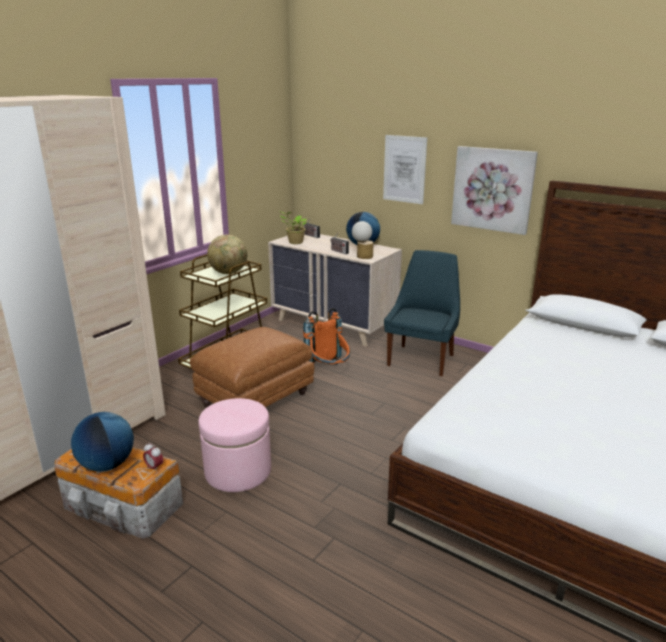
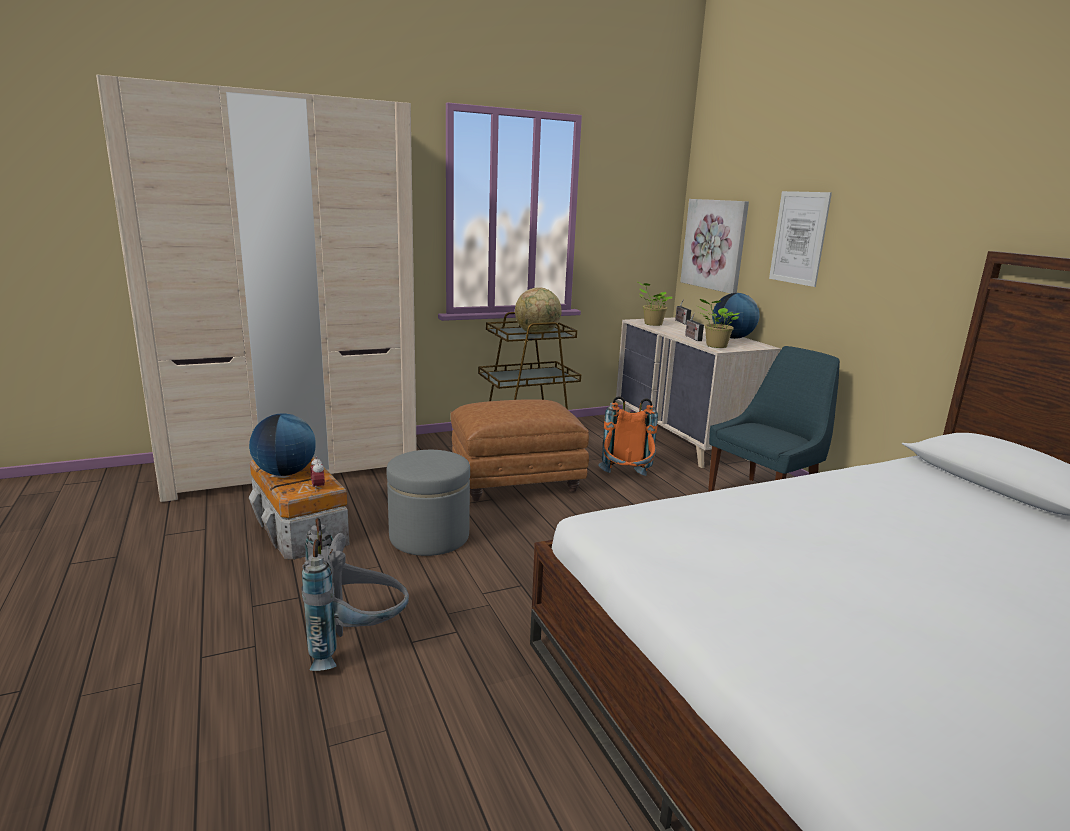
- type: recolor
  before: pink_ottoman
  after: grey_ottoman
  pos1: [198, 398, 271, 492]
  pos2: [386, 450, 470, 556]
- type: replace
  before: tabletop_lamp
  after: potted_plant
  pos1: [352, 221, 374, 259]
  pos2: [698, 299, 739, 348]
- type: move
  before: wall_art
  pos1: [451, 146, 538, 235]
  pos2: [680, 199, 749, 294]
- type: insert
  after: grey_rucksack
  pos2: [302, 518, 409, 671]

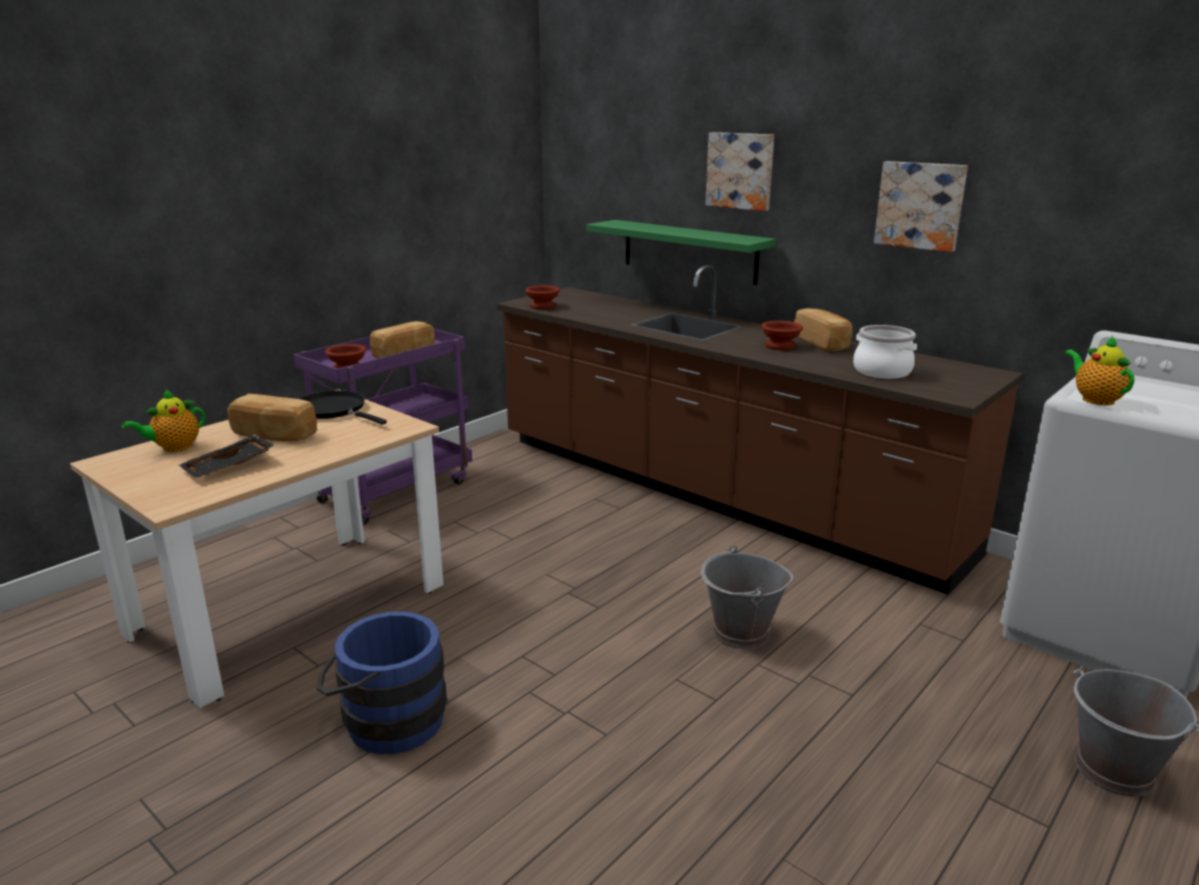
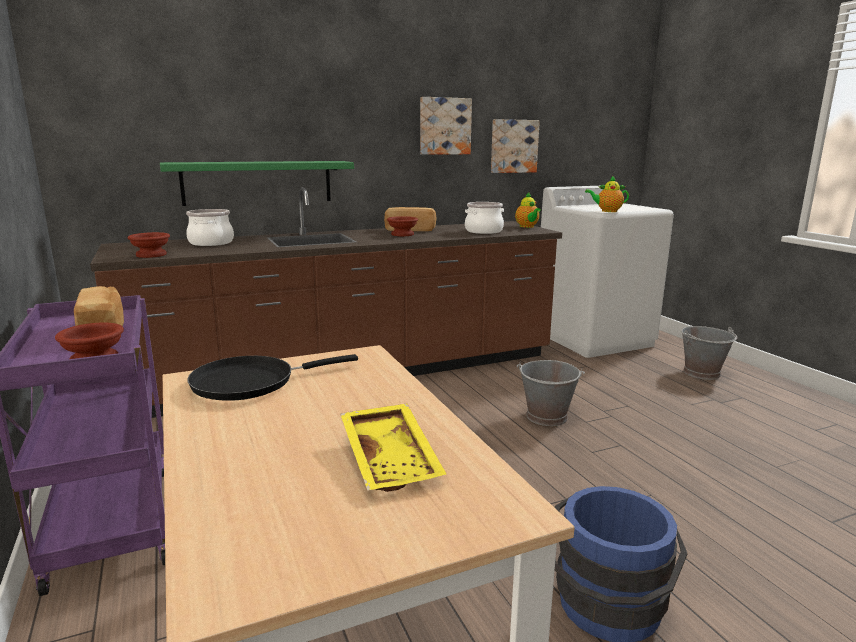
- type: move
  before: tea_pot
  pos1: [122, 389, 205, 452]
  pos2: [515, 192, 541, 228]
- type: recolor
  before: blackish_tray
  after: yellow-coloured_tray
  pos1: [179, 435, 274, 478]
  pos2: [340, 404, 446, 492]
- type: delete
  before: bakery_bread
  pos1: [227, 394, 317, 442]
- type: move
  before: wall_art
  pos1: [705, 132, 774, 211]
  pos2: [491, 119, 540, 173]
- type: insert
  after: stockpot
  pos2: [186, 209, 234, 246]

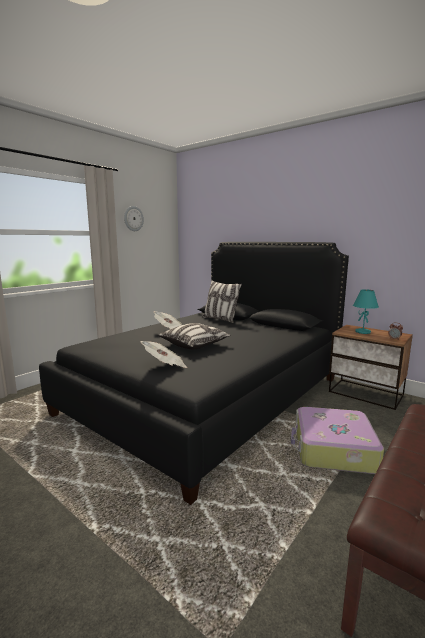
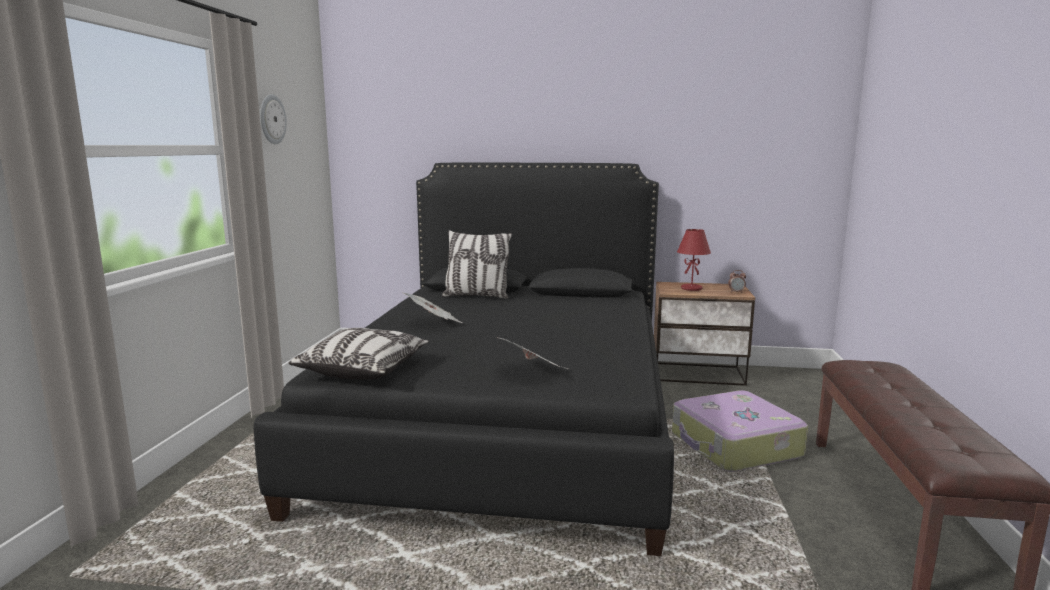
- type: move
  before: cushion
  pos1: [158, 323, 231, 349]
  pos2: [289, 328, 429, 379]
- type: recolor
  before: turquoise_tabletop_lamp
  after: red_tabletop_lamp
  pos1: [353, 289, 379, 334]
  pos2: [677, 229, 711, 291]

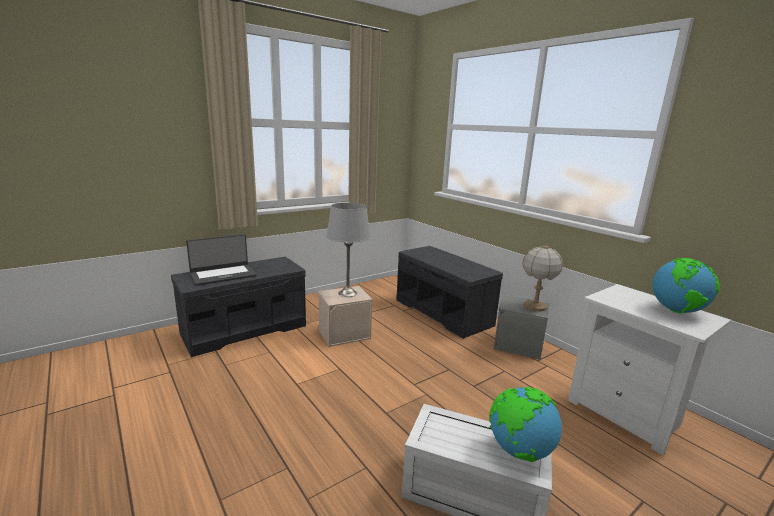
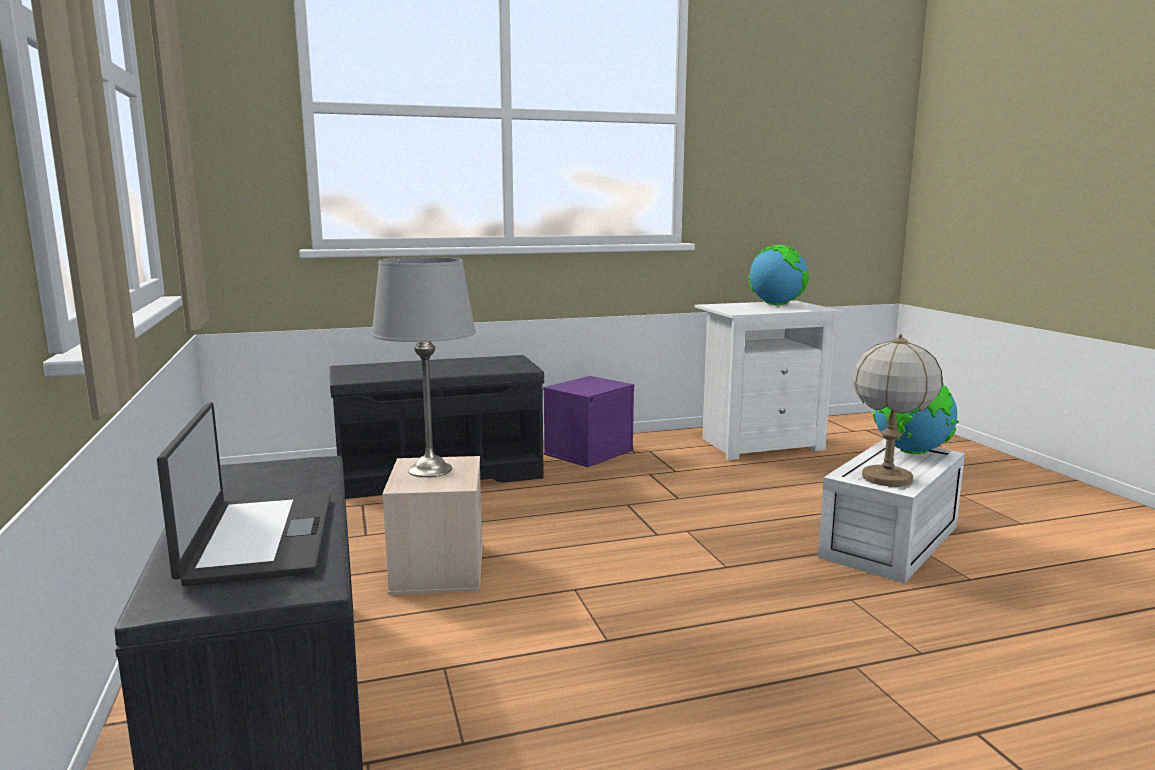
- type: recolor
  before: grey_storage_box
  after: purple-coloured_storage_box
  pos1: [493, 295, 549, 360]
  pos2: [543, 376, 634, 467]
- type: move
  before: tabletop_lamp
  pos1: [522, 244, 563, 311]
  pos2: [852, 334, 943, 487]

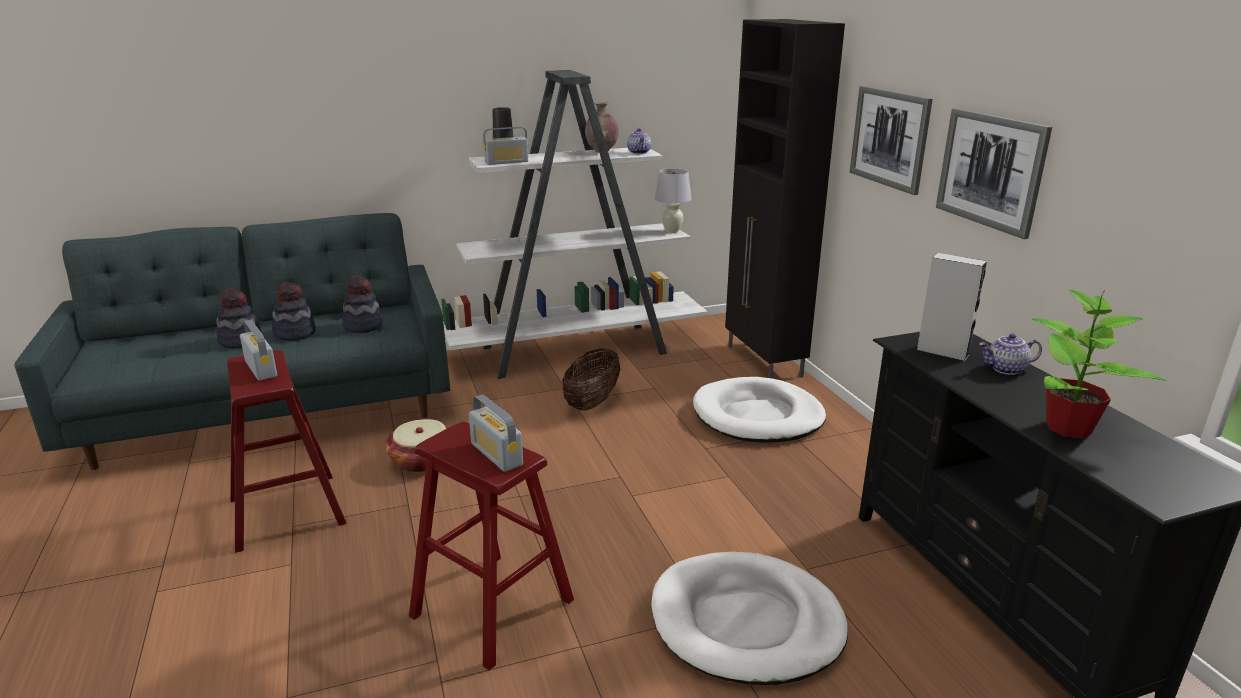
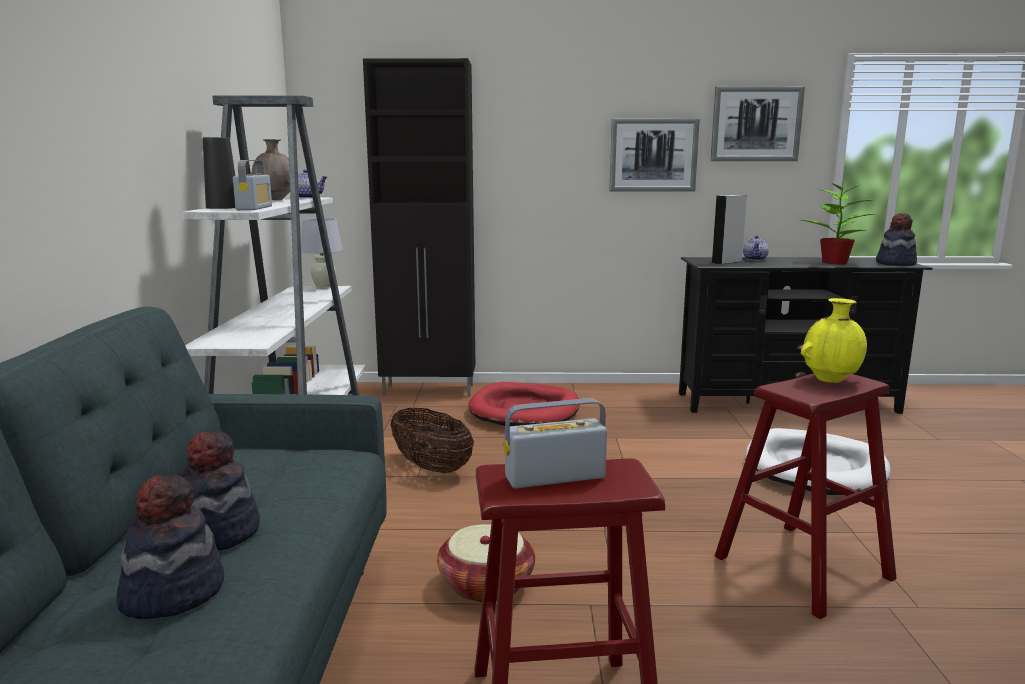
- type: move
  before: hat
  pos1: [343, 276, 383, 333]
  pos2: [876, 213, 917, 266]
- type: replace
  before: radio_receiver
  after: yellow-coloured_flower_vase
  pos1: [469, 394, 523, 472]
  pos2: [801, 298, 867, 383]
- type: recolor
  before: white_dog_bed
  after: red_dog_bed
  pos1: [693, 377, 826, 443]
  pos2: [469, 382, 580, 426]
- type: move
  before: wall_art
  pos1: [850, 86, 932, 195]
  pos2: [710, 86, 805, 161]

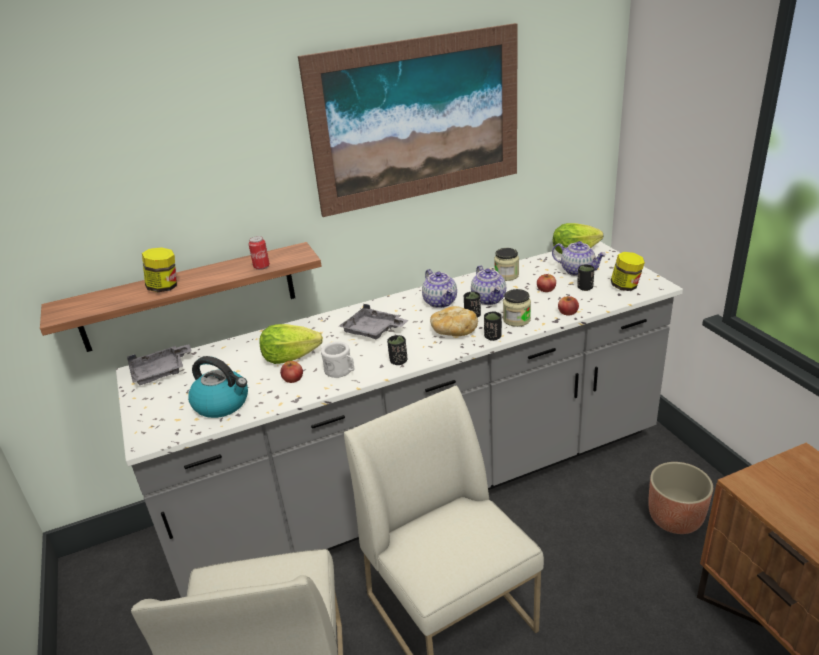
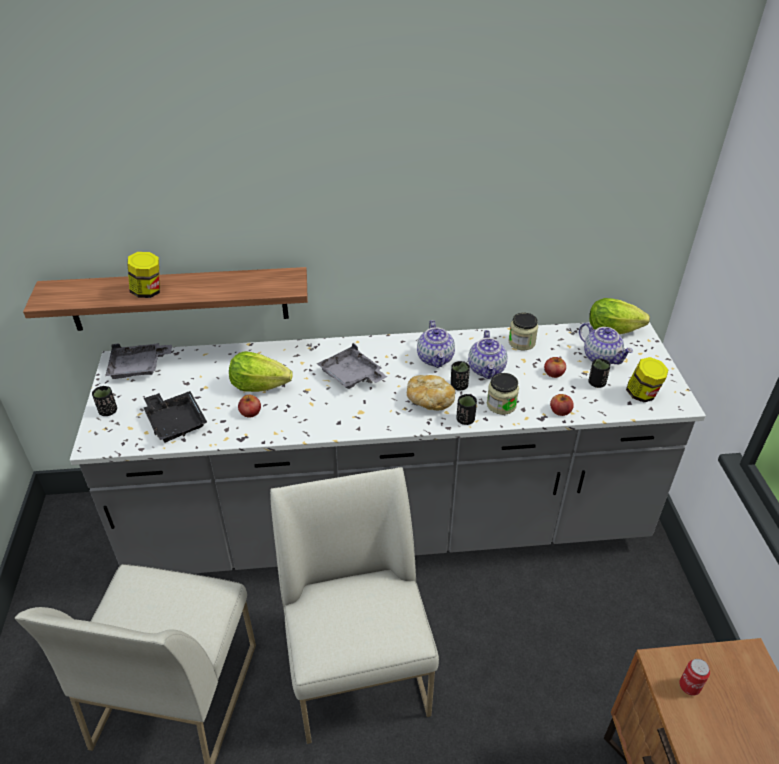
- type: replace
  before: water_kettle
  after: blackish_tray
  pos1: [188, 356, 248, 418]
  pos2: [144, 391, 207, 442]
- type: move
  before: can
  pos1: [249, 236, 270, 270]
  pos2: [679, 659, 710, 695]
- type: delete
  before: wall_art
  pos1: [298, 23, 518, 217]
- type: delete
  before: white_coffee_mug
  pos1: [321, 341, 354, 378]
- type: move
  before: blackish_cup
  pos1: [387, 335, 407, 365]
  pos2: [92, 386, 117, 416]
- type: delete
  before: planter
  pos1: [648, 462, 713, 534]

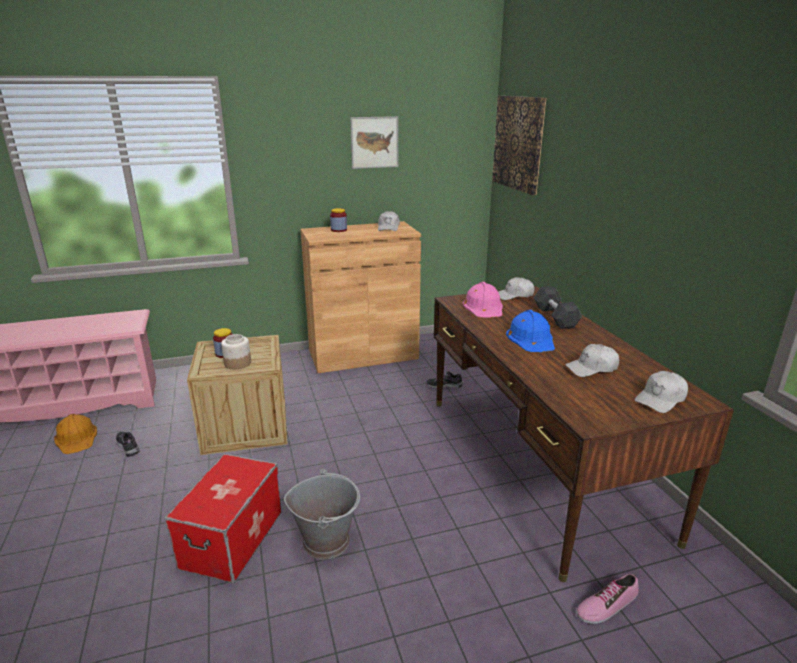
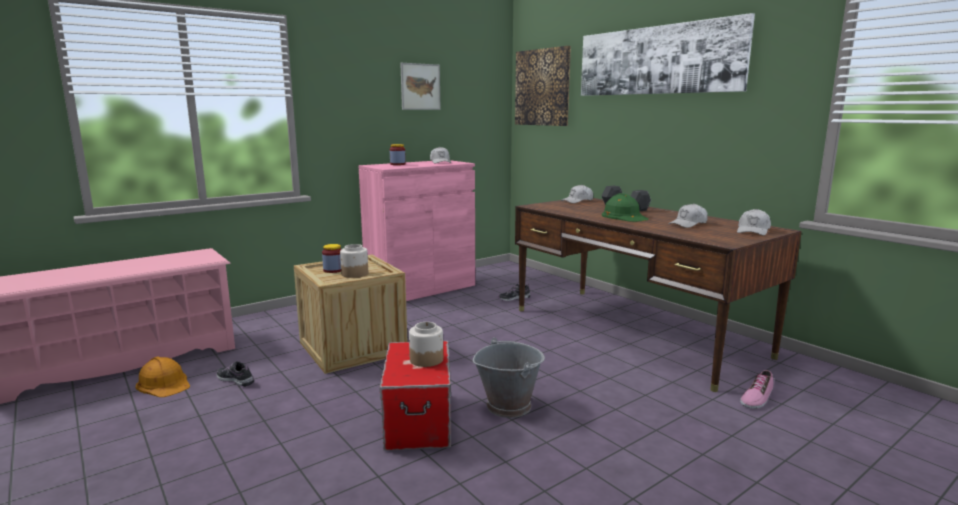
- type: recolor
  before: brown-coloured_cupboard
  after: pink_cupboard
  pos1: [300, 221, 421, 373]
  pos2: [358, 160, 475, 301]
- type: delete
  before: pink_hard_hat
  pos1: [463, 282, 503, 318]
- type: recolor
  before: blue_hard_hat
  after: green-coloured_hard_hat
  pos1: [506, 310, 555, 352]
  pos2: [602, 193, 649, 222]
- type: insert
  after: preserve_jar
  pos2: [409, 322, 443, 367]
- type: insert
  after: wall_art
  pos2: [581, 13, 755, 96]

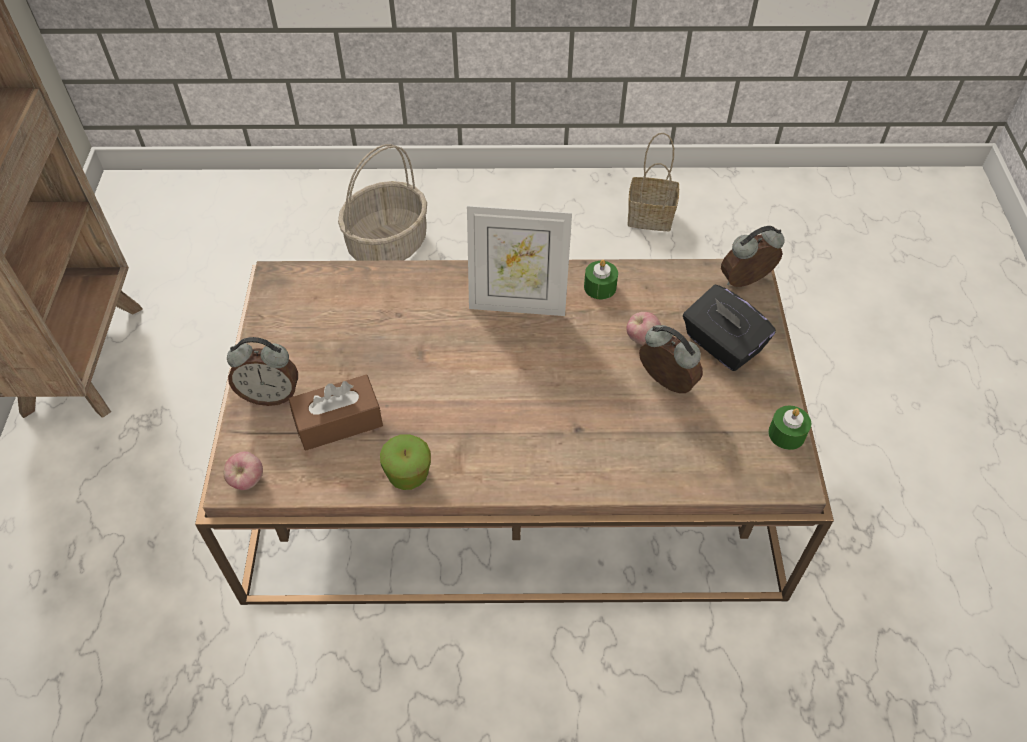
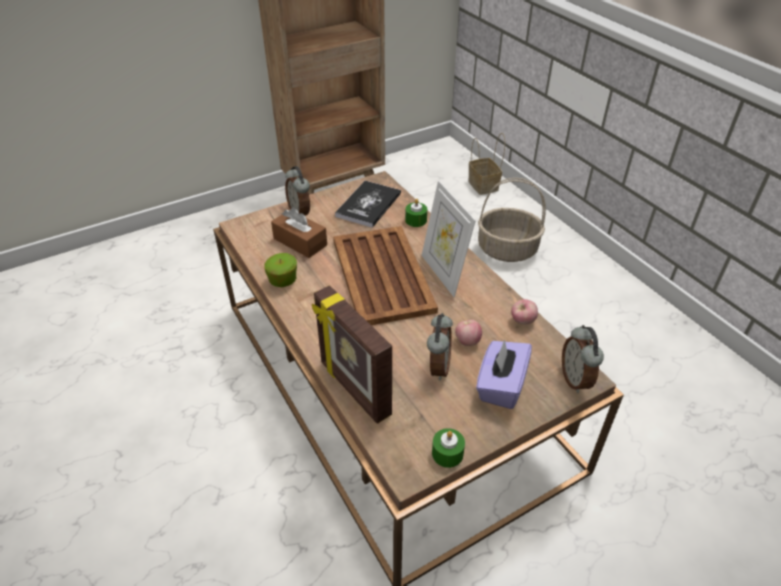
- type: move
  before: apple_fruit
  pos1: [223, 451, 263, 490]
  pos2: [511, 299, 538, 325]
- type: move
  before: green-coloured_candle
  pos1: [584, 260, 618, 299]
  pos2: [405, 199, 427, 227]
- type: move
  before: storage_basket
  pos1: [628, 133, 679, 231]
  pos2: [468, 133, 505, 195]
- type: recolor
  before: blackish_tissue_holder
  after: purple-coloured_tissue_holder
  pos1: [683, 285, 776, 371]
  pos2: [476, 339, 532, 409]
- type: rotate
  before: bedside_clock
  pos1: [721, 226, 785, 287]
  pos2: [562, 325, 604, 393]
  turn: -135
- type: insert
  after: standing_frame
  pos2: [312, 285, 392, 424]
- type: insert
  after: brown-coloured_tray
  pos2: [333, 226, 438, 325]
- type: insert
  after: bound_book
  pos2: [335, 181, 401, 228]

